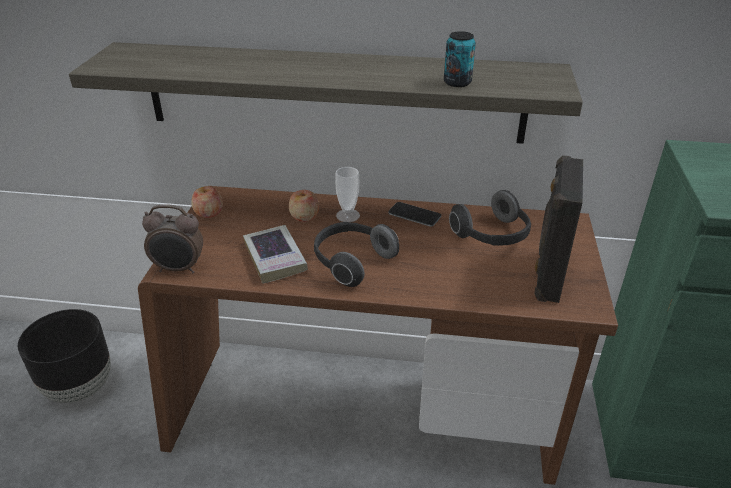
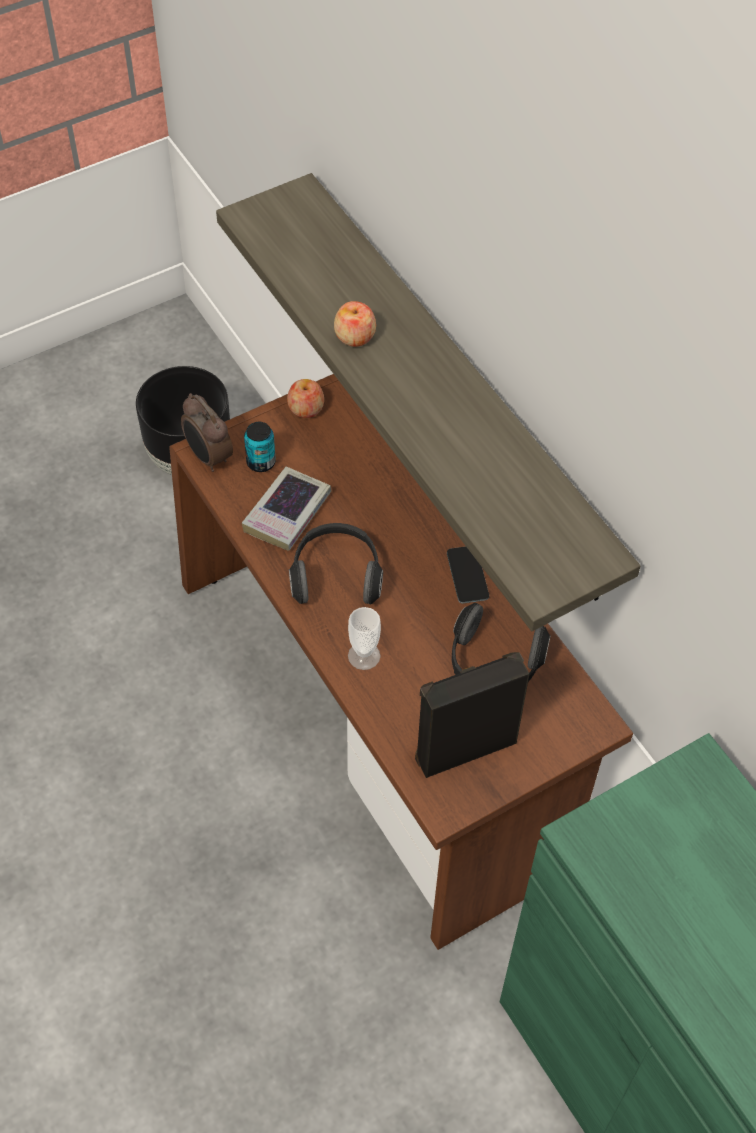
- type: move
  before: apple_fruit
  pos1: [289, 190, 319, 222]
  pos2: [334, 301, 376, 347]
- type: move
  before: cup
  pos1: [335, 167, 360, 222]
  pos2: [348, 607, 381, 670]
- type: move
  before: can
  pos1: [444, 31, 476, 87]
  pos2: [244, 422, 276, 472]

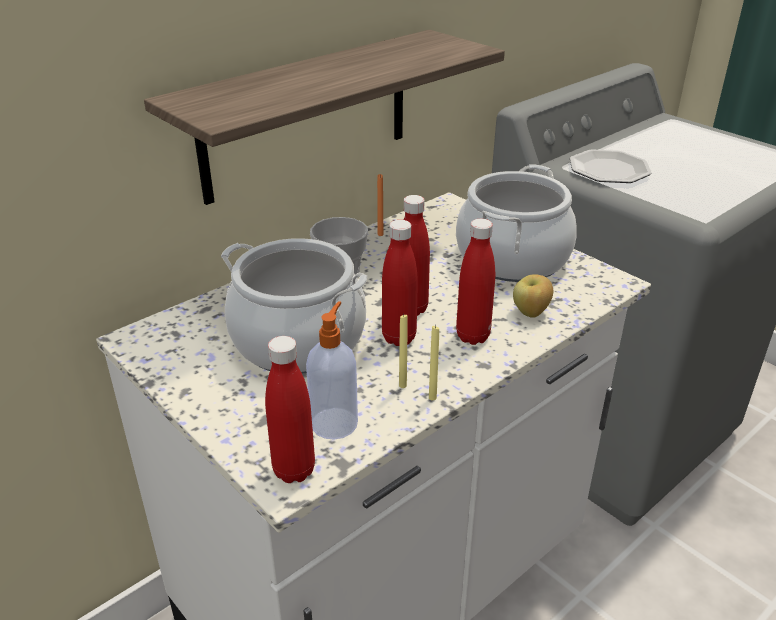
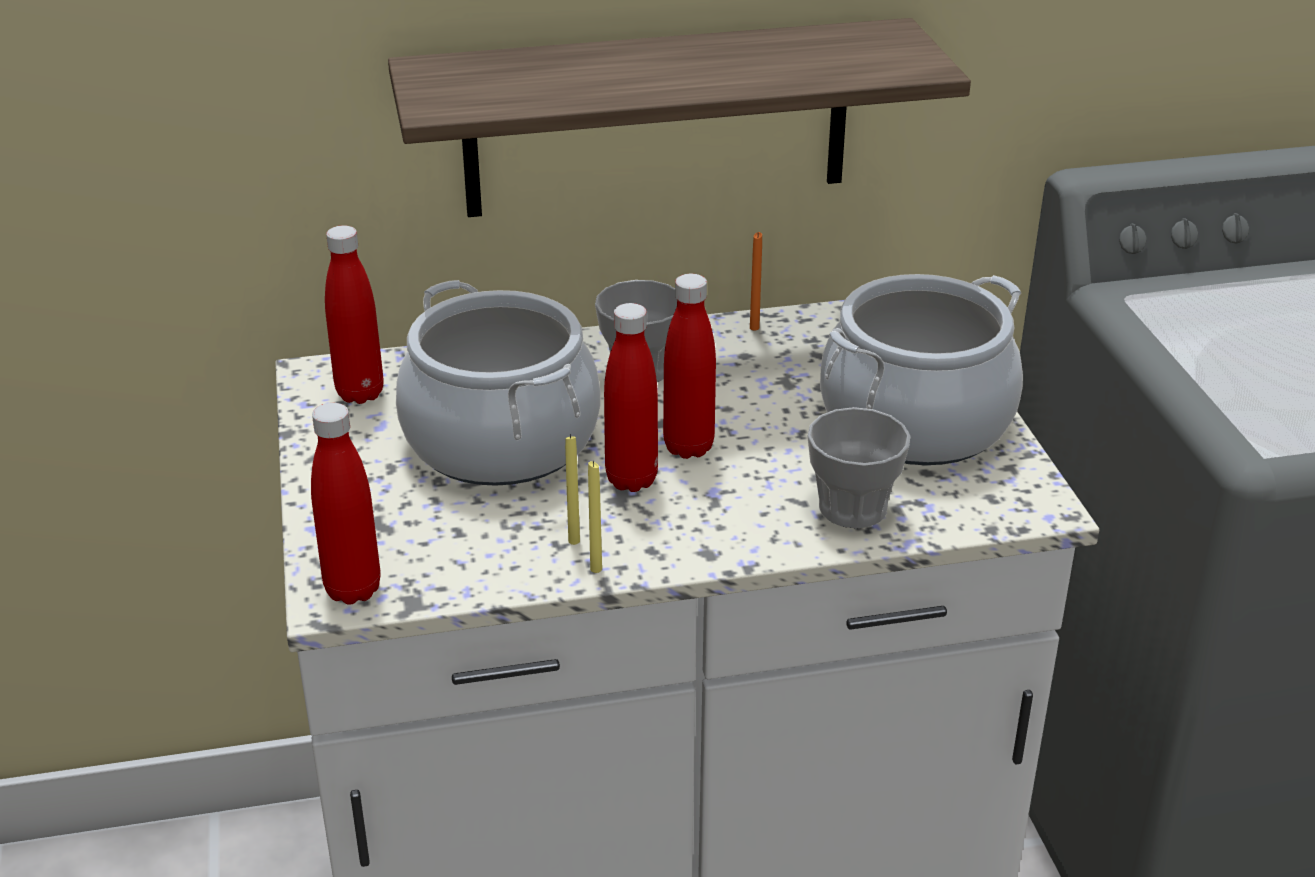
- type: delete
  before: soap_bottle
  pos1: [306, 301, 358, 440]
- type: move
  before: red_drink_bottle
  pos1: [456, 219, 495, 345]
  pos2: [325, 225, 384, 404]
- type: replace
  before: apple_fruit
  after: cup
  pos1: [513, 274, 553, 318]
  pos2: [807, 407, 911, 529]
- type: delete
  before: plate
  pos1: [570, 150, 651, 183]

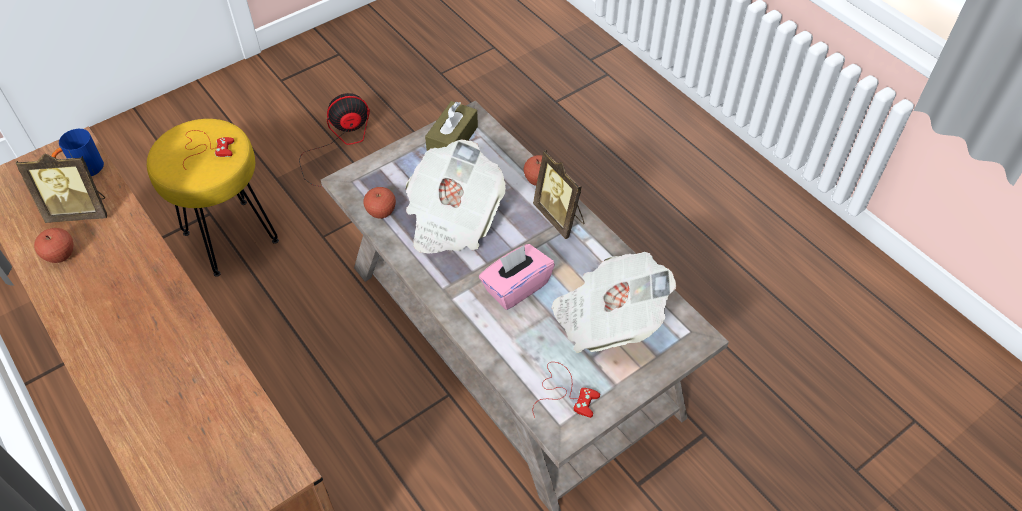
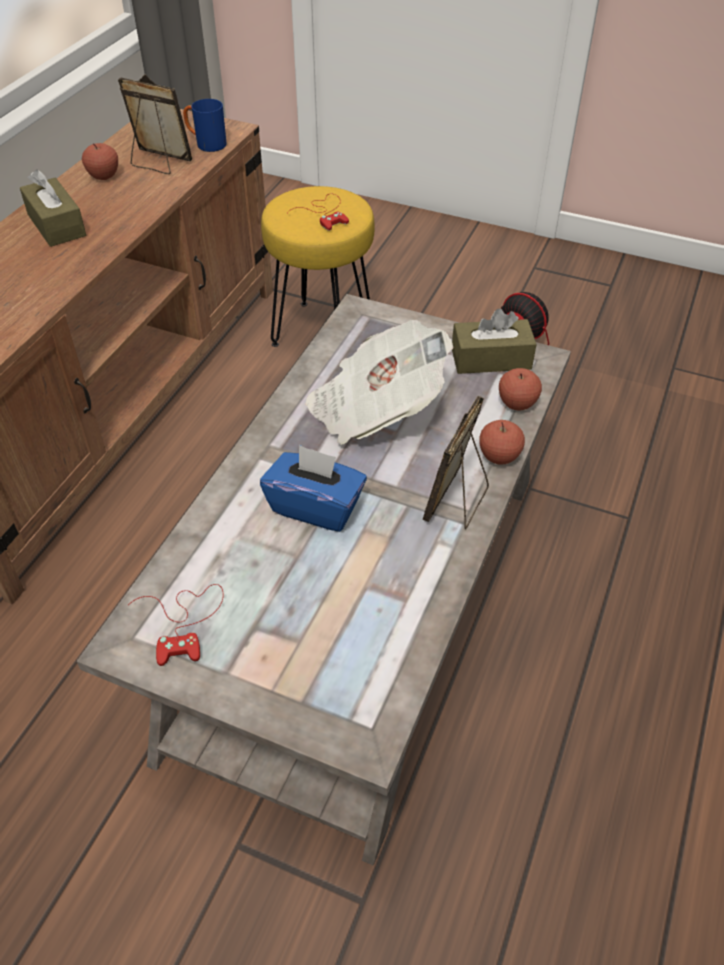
- type: rotate
  before: standing_frame
  pos1: [16, 154, 107, 223]
  pos2: [118, 75, 192, 174]
  turn: 150
- type: move
  before: apple_fruit
  pos1: [364, 187, 396, 219]
  pos2: [499, 368, 542, 410]
- type: recolor
  before: pink_tissue_holder
  after: blue_tissue_holder
  pos1: [479, 244, 555, 310]
  pos2: [260, 445, 367, 532]
- type: delete
  before: newspaper
  pos1: [551, 252, 676, 353]
- type: insert
  after: brown-coloured_tissue_holder
  pos2: [20, 169, 86, 247]

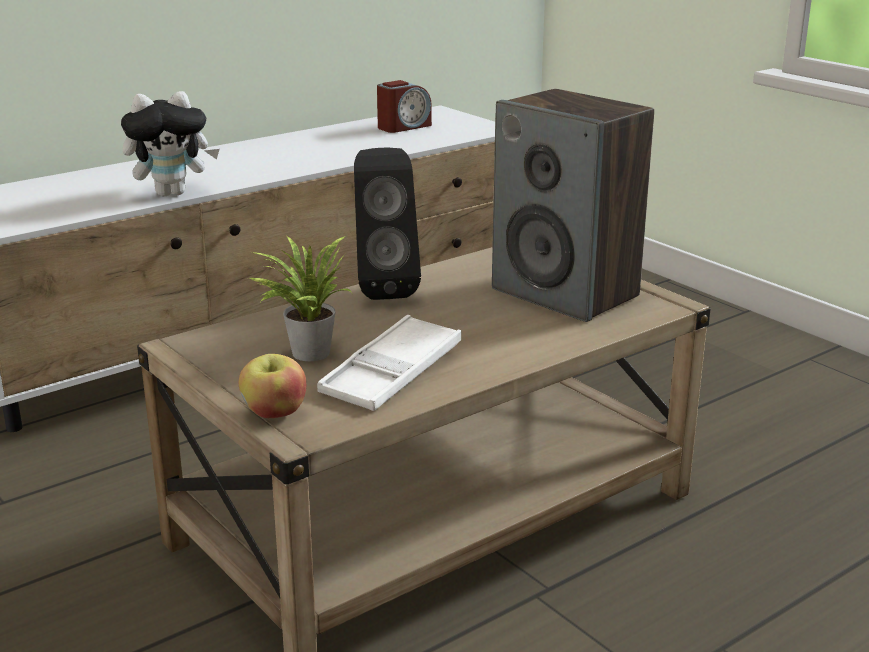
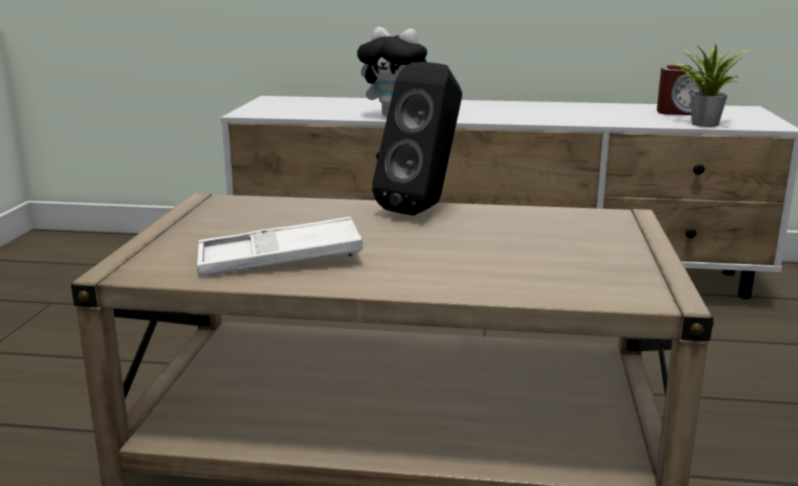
- type: delete
  before: apple_fruit
  pos1: [239, 354, 306, 418]
- type: move
  before: potted_plant
  pos1: [249, 236, 352, 361]
  pos2: [673, 43, 751, 127]
- type: delete
  before: speaker
  pos1: [492, 89, 654, 322]

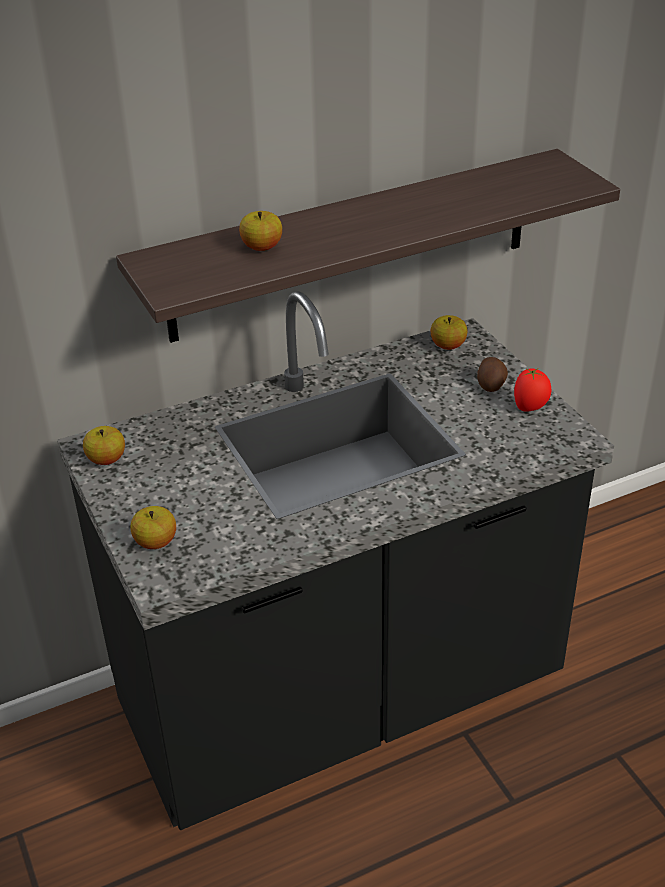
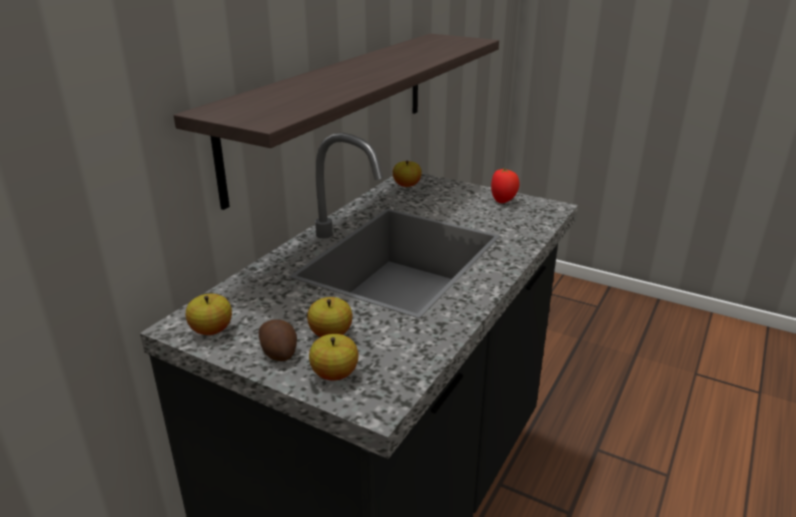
- type: move
  before: apple_fruit
  pos1: [239, 211, 282, 251]
  pos2: [307, 297, 352, 337]
- type: move
  before: potato
  pos1: [477, 357, 508, 392]
  pos2: [258, 319, 297, 361]

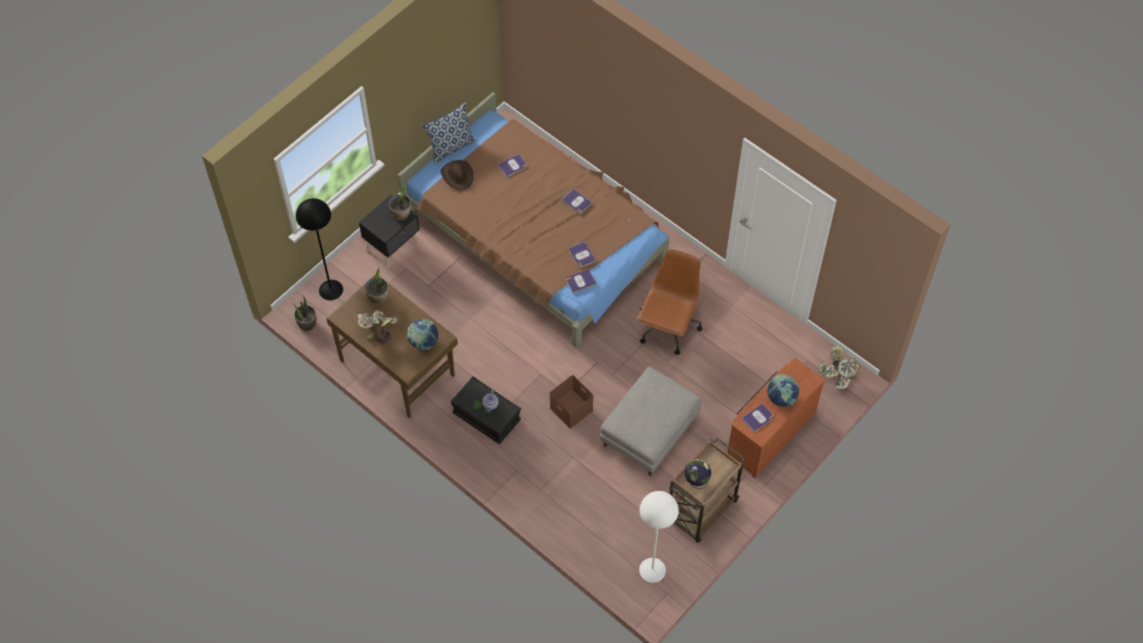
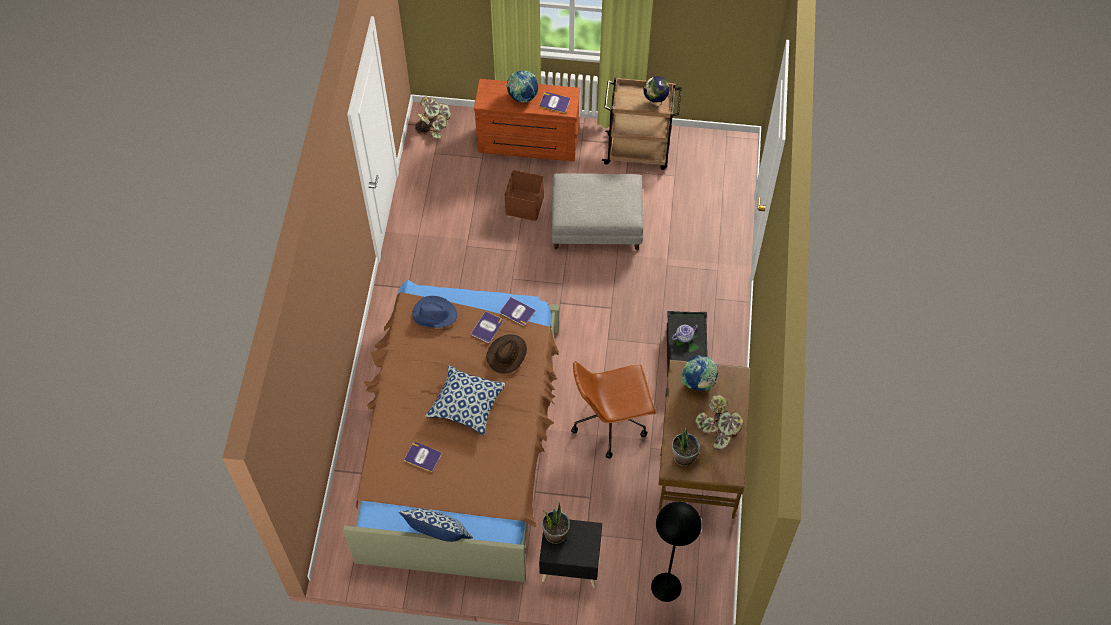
- type: delete
  before: potted_plant
  pos1: [292, 295, 316, 332]
- type: move
  before: brown-coloured_hat
  pos1: [440, 160, 473, 190]
  pos2: [486, 334, 527, 374]
- type: move
  before: brown-coloured_storage_box
  pos1: [550, 375, 593, 429]
  pos2: [505, 170, 544, 221]
- type: delete
  before: bound_book
  pos1: [562, 188, 592, 214]
- type: move
  before: brown-coloured_computer_chair
  pos1: [637, 249, 702, 355]
  pos2: [571, 361, 656, 459]
- type: delete
  before: white_standing_lamp
  pos1: [639, 491, 679, 583]
- type: insert
  after: blue_hat
  pos2: [412, 296, 457, 328]
- type: insert
  after: cushion
  pos2: [425, 365, 506, 435]

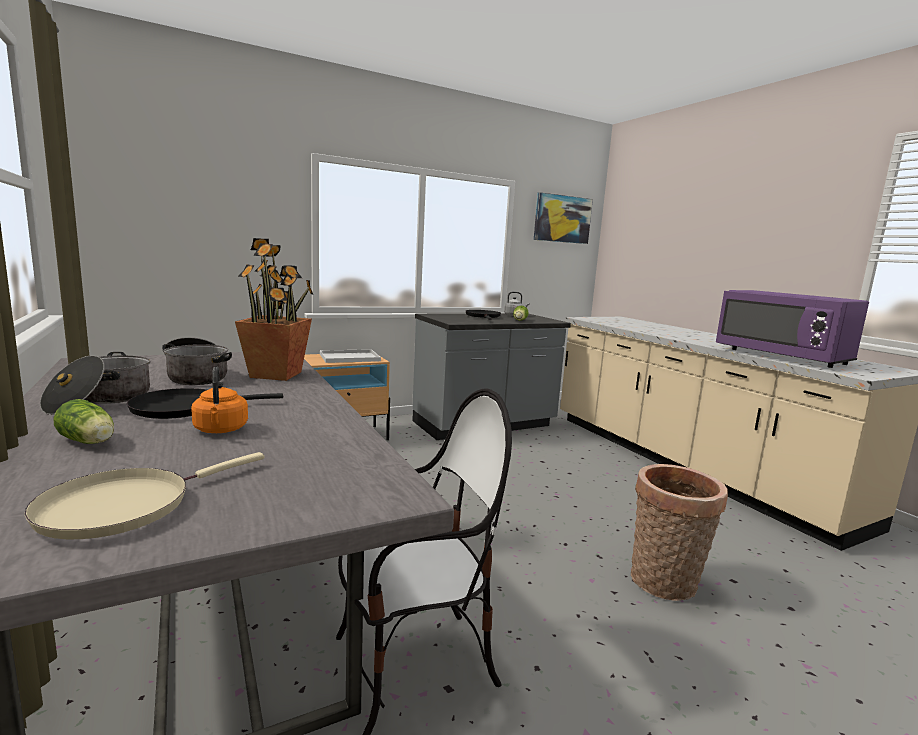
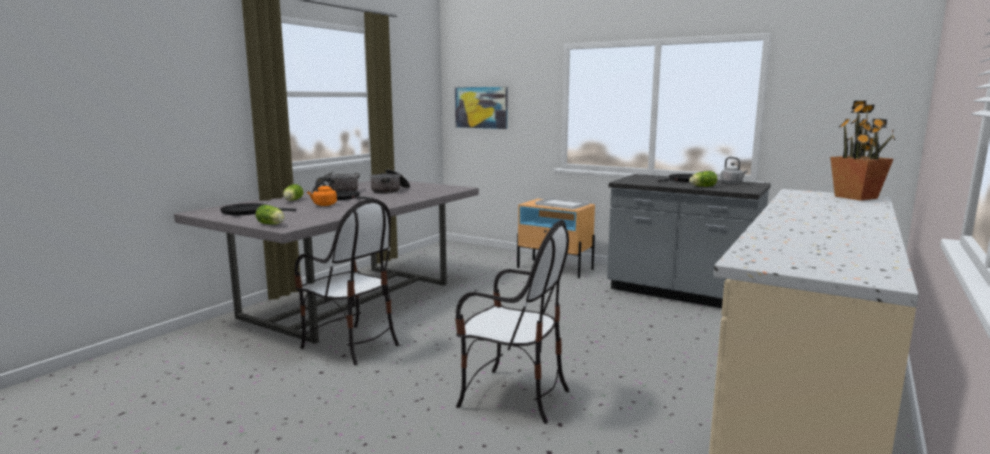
- type: recolor
  before: beige-coloured_pan
  after: blackish_pan
  pos1: [24, 452, 264, 539]
  pos2: [220, 203, 296, 215]
- type: move
  before: potted_plant
  pos1: [235, 238, 313, 381]
  pos2: [830, 101, 895, 201]
- type: move
  before: wall_art
  pos1: [534, 192, 593, 244]
  pos2: [455, 87, 508, 129]
- type: replace
  before: storage_basket
  after: chair
  pos1: [631, 464, 728, 601]
  pos2: [455, 220, 570, 424]
- type: delete
  before: purple-coloured_kitchen_microwave
  pos1: [716, 290, 869, 368]
- type: insert
  after: lettuce
  pos2: [256, 205, 285, 224]

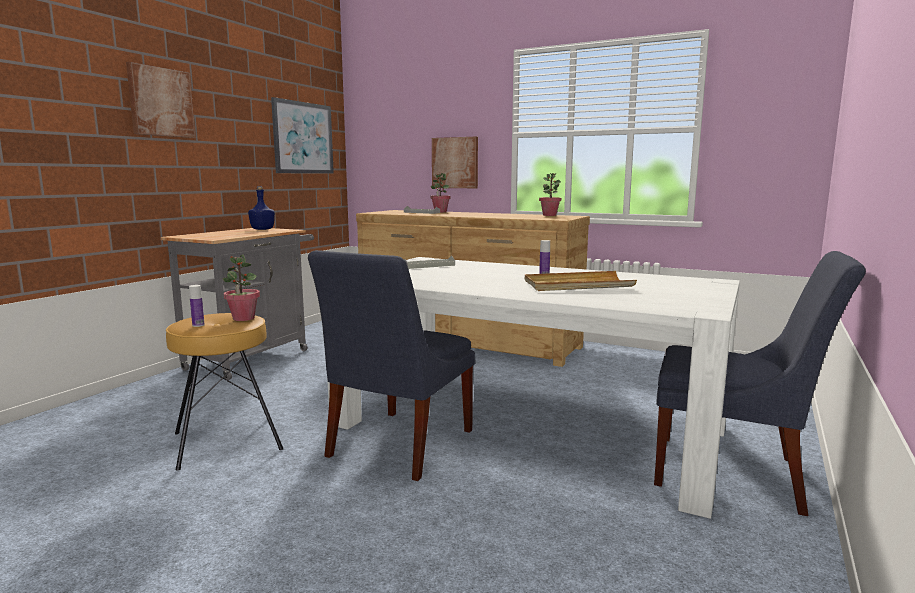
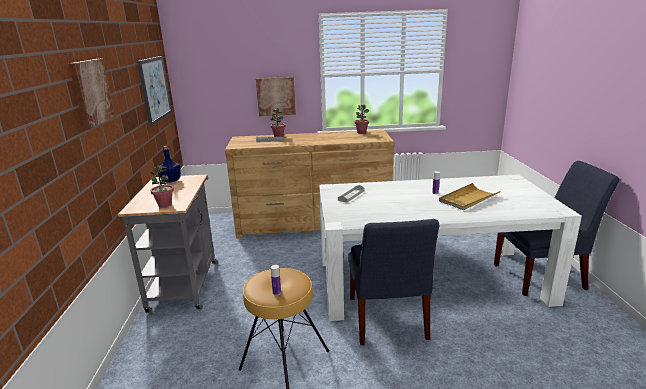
- type: move
  before: potted_plant
  pos1: [223, 254, 260, 321]
  pos2: [150, 164, 174, 207]

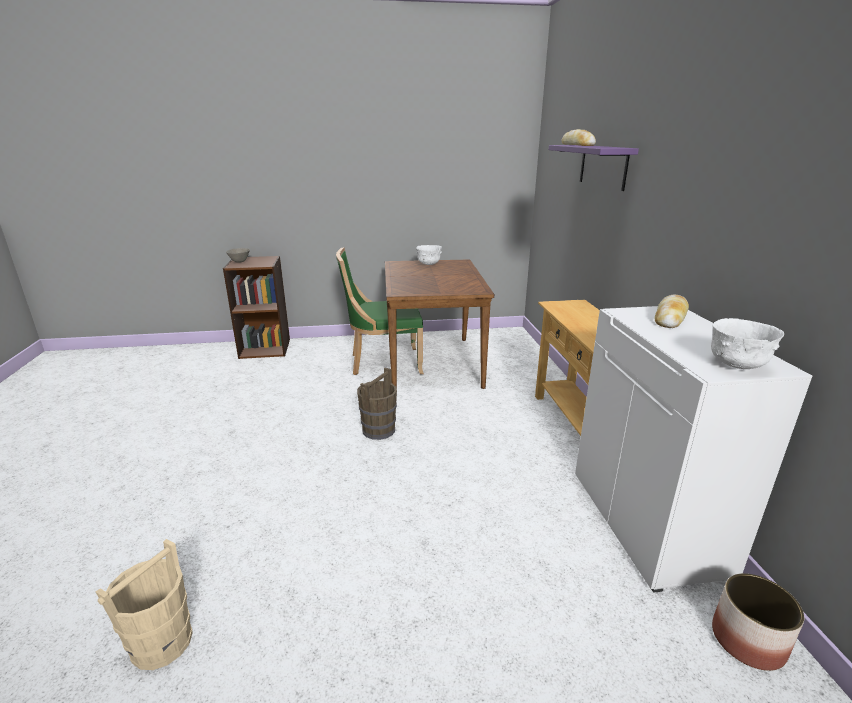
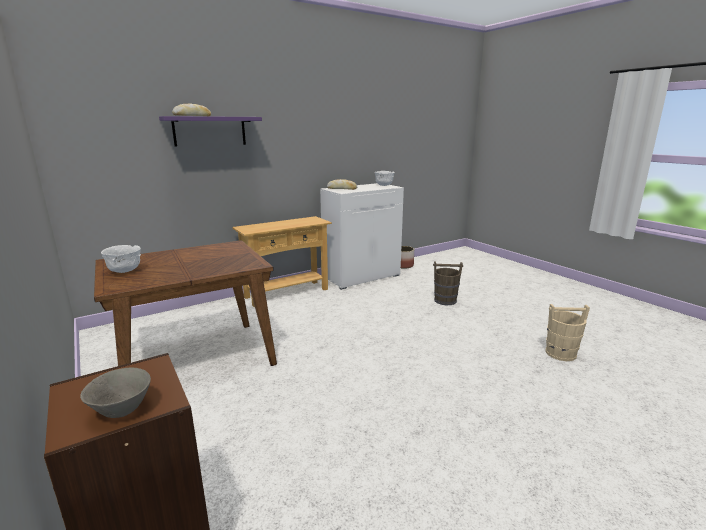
- type: delete
  before: green-coloured_chair
  pos1: [336, 247, 424, 375]
- type: move
  before: brown-coloured_water_bucket
  pos1: [357, 368, 397, 440]
  pos2: [433, 261, 463, 305]

